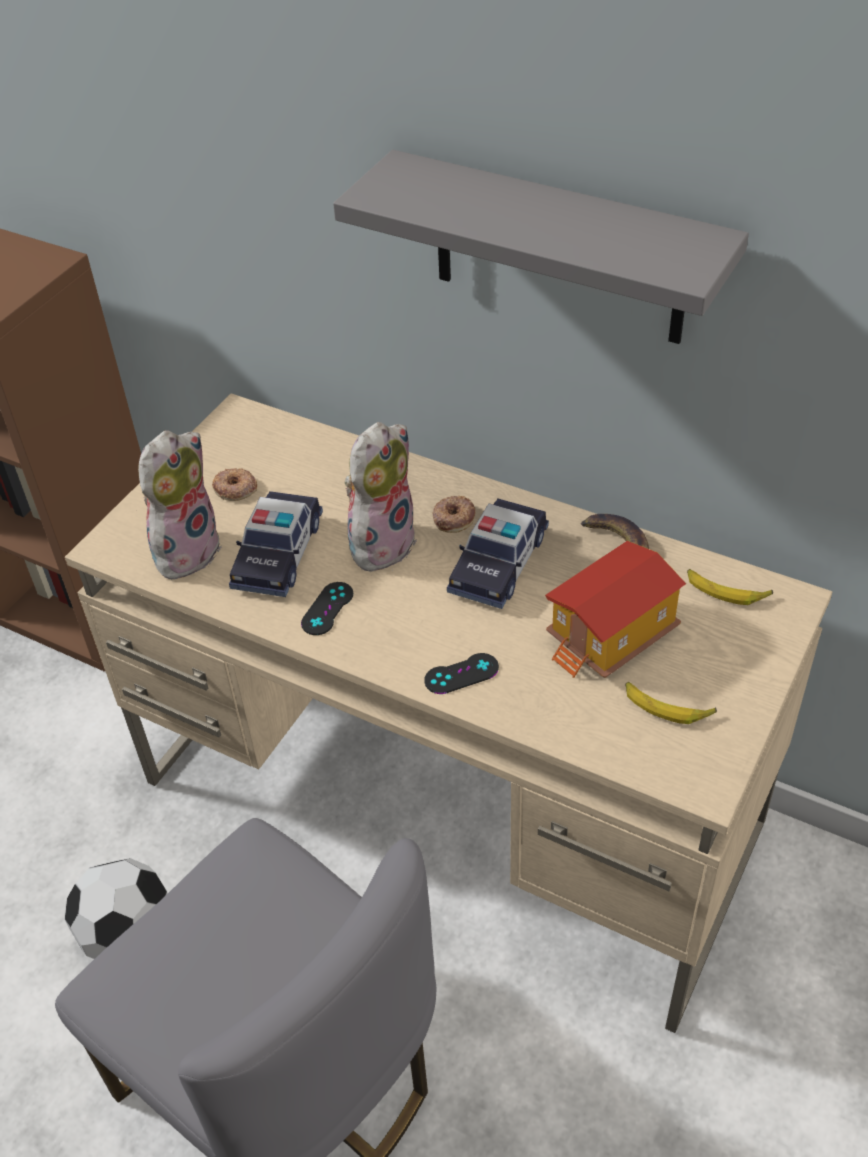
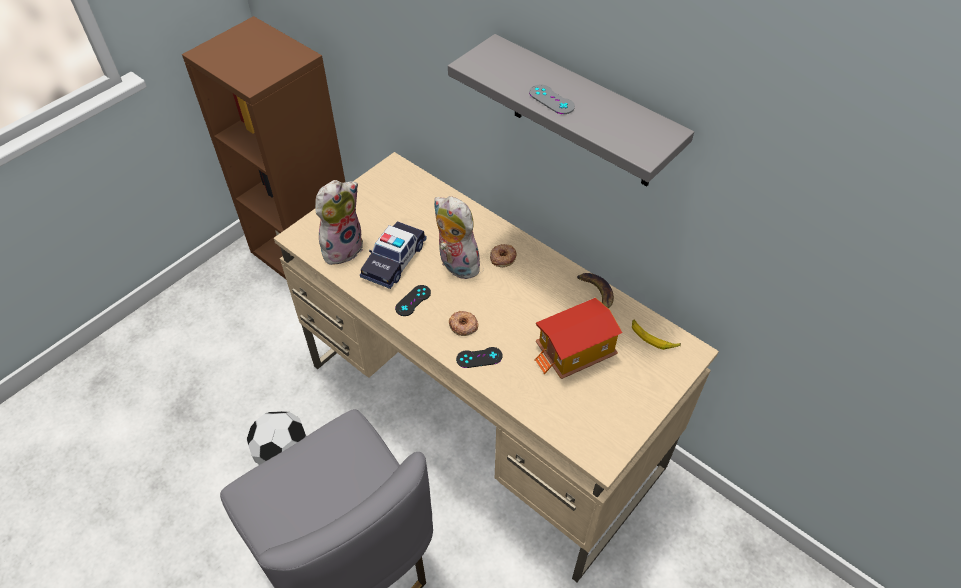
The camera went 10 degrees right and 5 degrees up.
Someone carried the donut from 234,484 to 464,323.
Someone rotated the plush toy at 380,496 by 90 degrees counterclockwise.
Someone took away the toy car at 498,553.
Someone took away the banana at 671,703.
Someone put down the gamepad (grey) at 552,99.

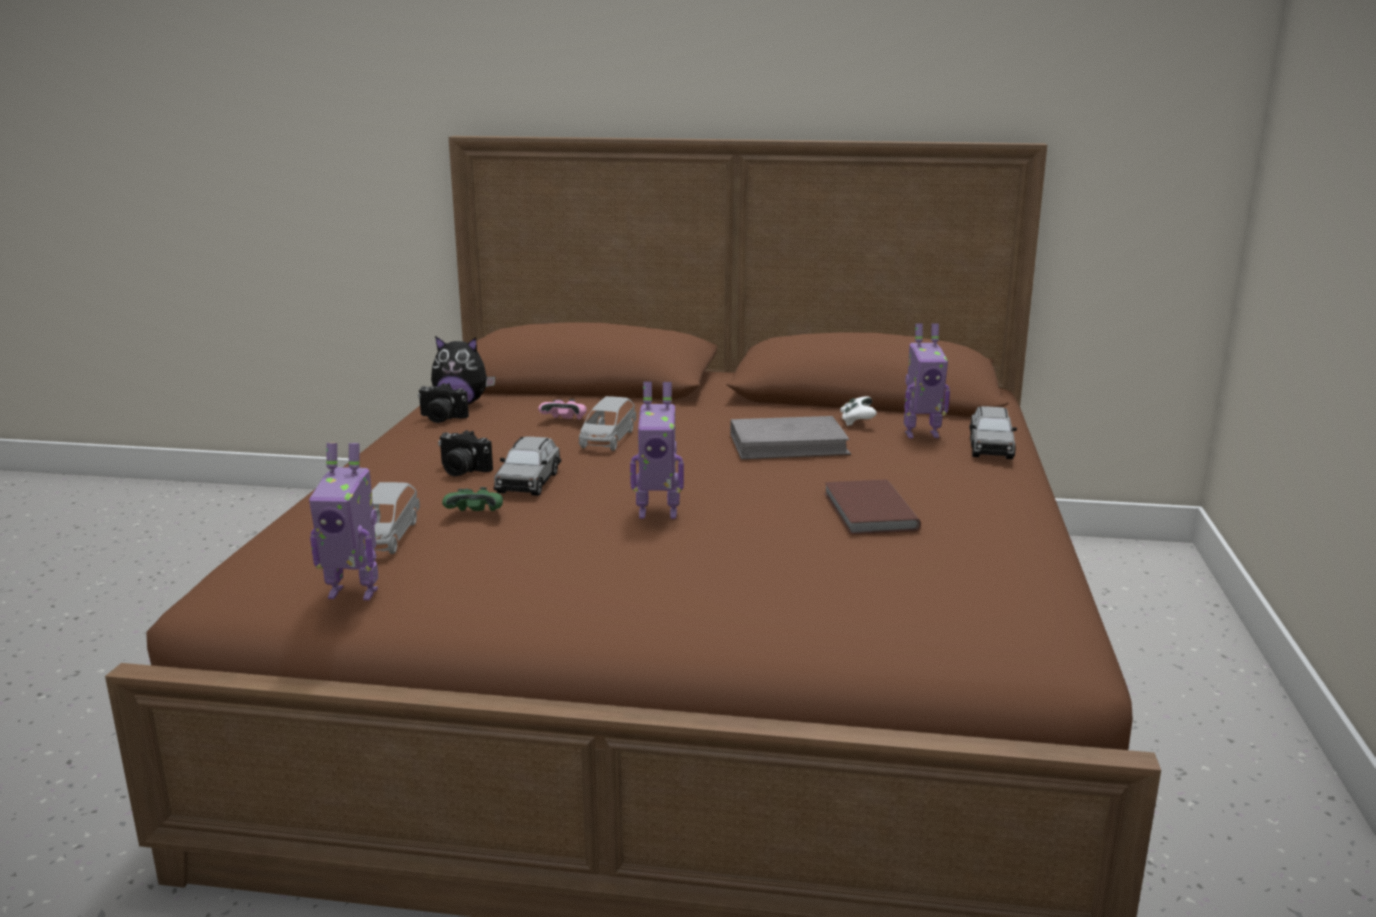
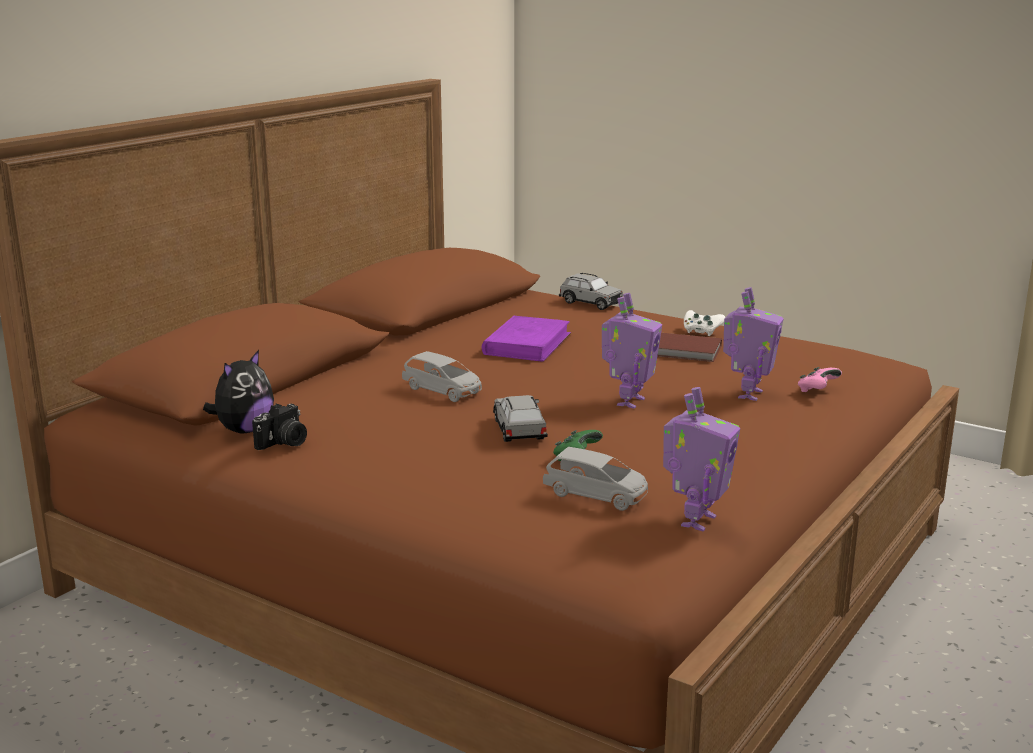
The camera went 65 degrees left and 0 degrees up.
Someone took away the still camera at 465,453.
Someone rotated the toy car (grey) at 527,466 by 135 degrees counterclockwise.
Someone carried the gamepad (pink) from 562,409 to 820,380.
Someone repainted the book (grey) at 790,437, which became the book (purple) at 526,339.
Someone carried the gamepad (whitish) from 858,411 to 704,323.
Someone carried the robot figure from 927,380 to 753,344.

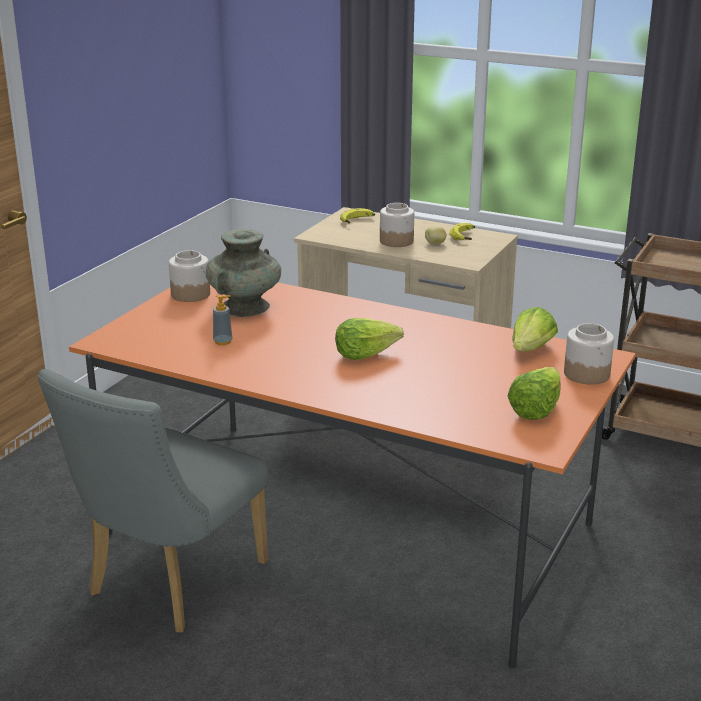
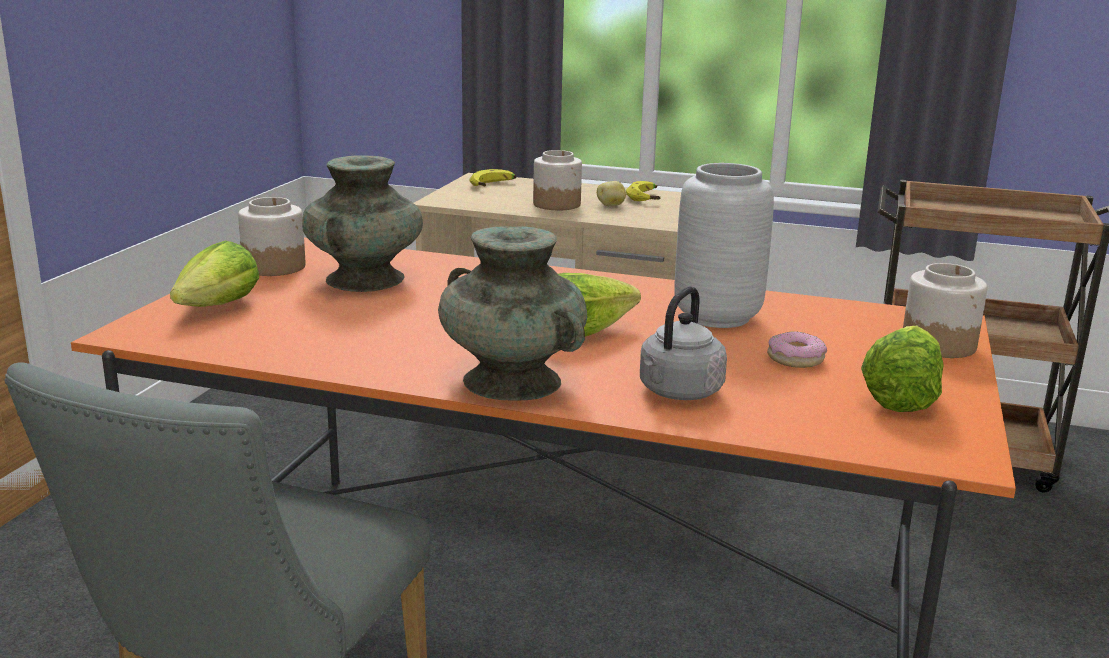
The camera went 10 degrees left and 5 degrees down.
Someone took away the soap bottle at 222,320.
Someone carried the lettuce head from 535,329 to 214,274.
Someone put down the decorative vase (turquoise) at 512,313.
Someone put down the tea kettle (grey) at 683,343.
Someone put down the decorative vase (grey) at 724,245.
Someone put down the donut at 797,349.

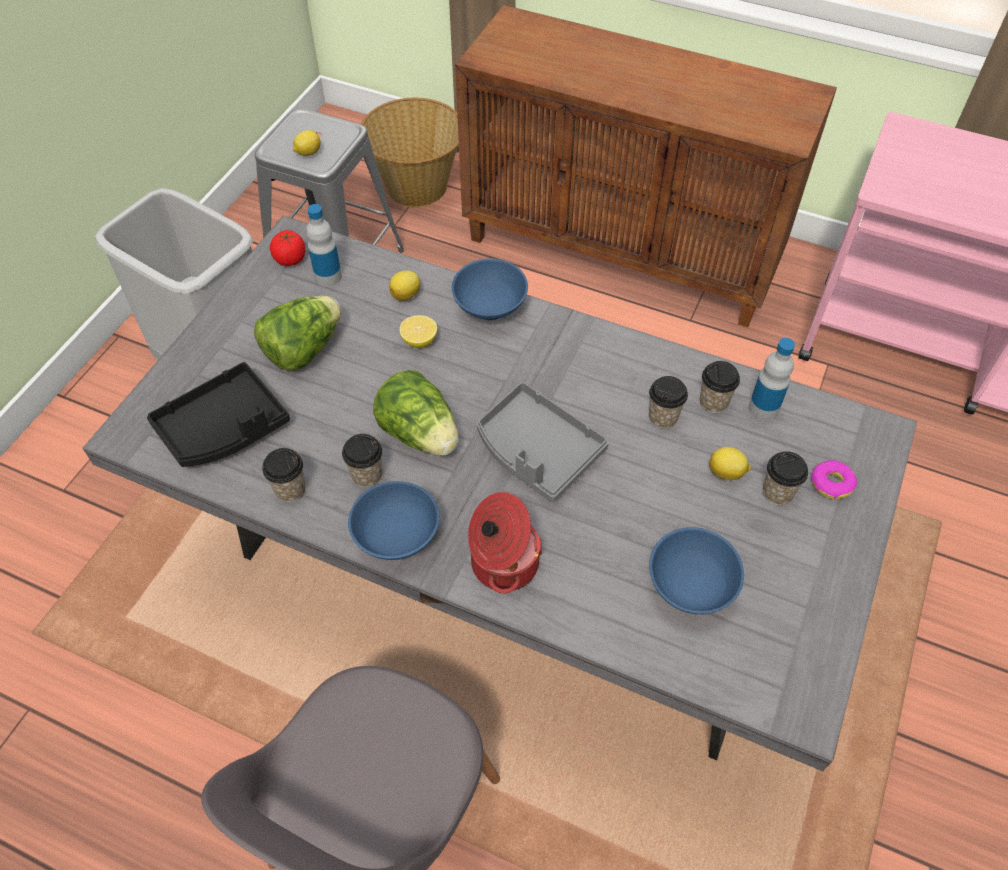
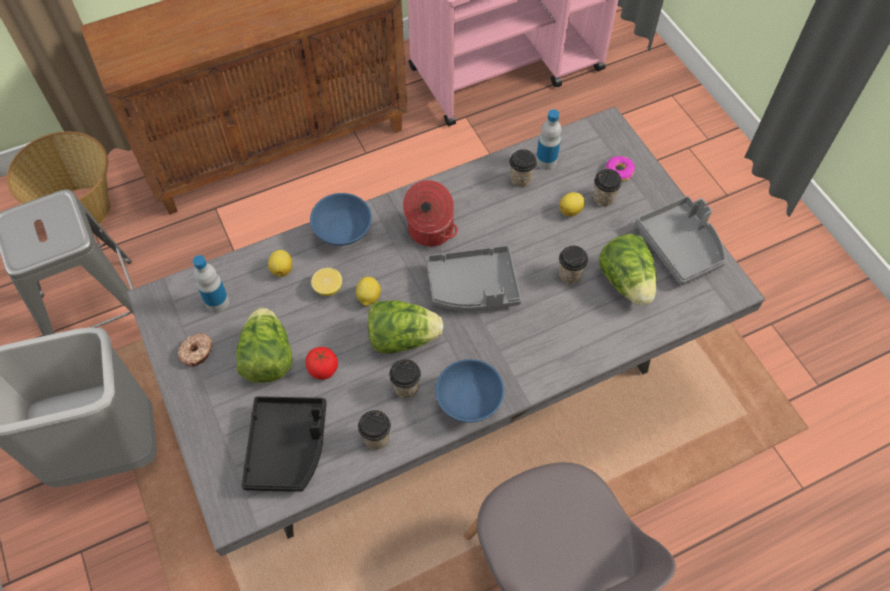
The camera went 50 degrees left and 5 degrees up.
Someone carried the whole tomato from 287,248 to 322,363.
Someone carried the whole lemon from 307,143 to 368,292.
Someone carried the stockpot from 505,543 to 430,213.
Someone carried the drinking cup from 668,402 to 573,265.
Someone swapped the deep dish (bluish) at 696,570 for the lettuce head at 628,270.
Someone put down the donut at 195,350.
Someone put down the carrying tray (grey) at 680,240.

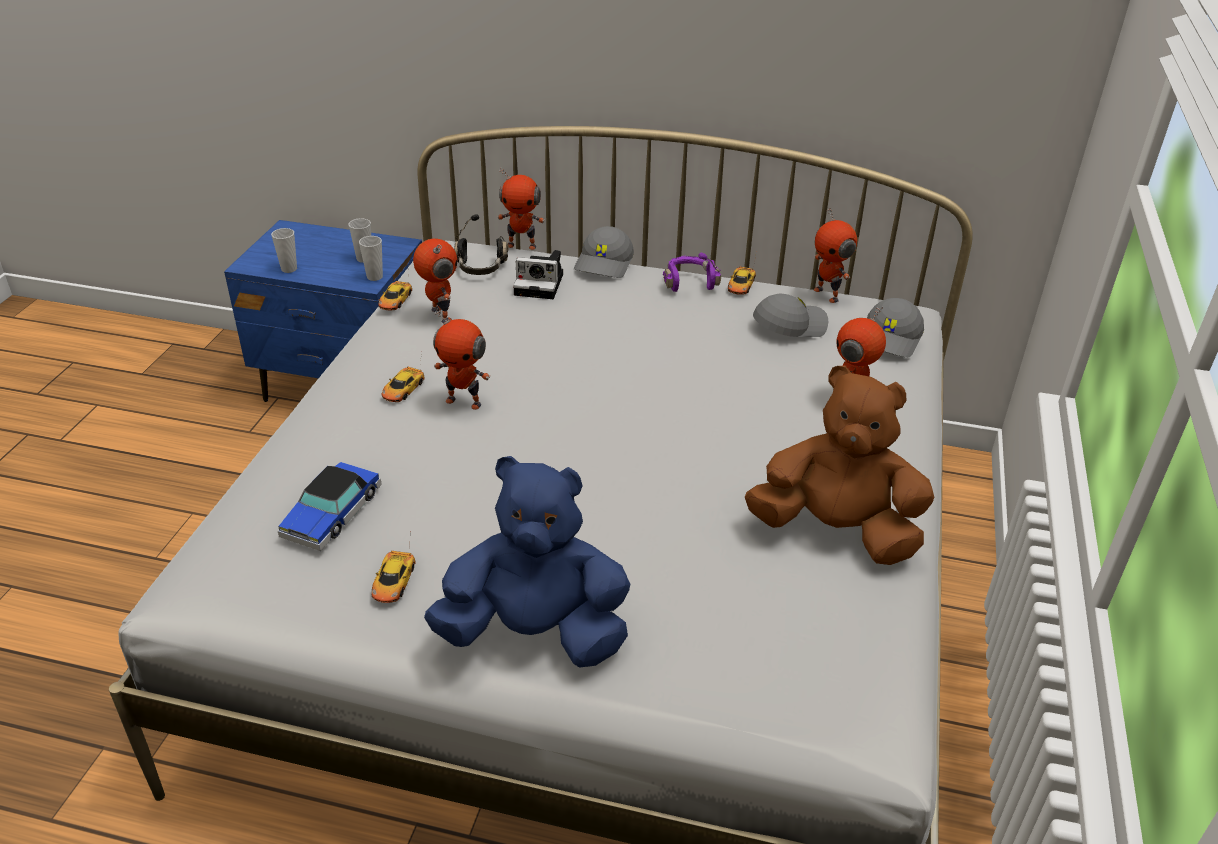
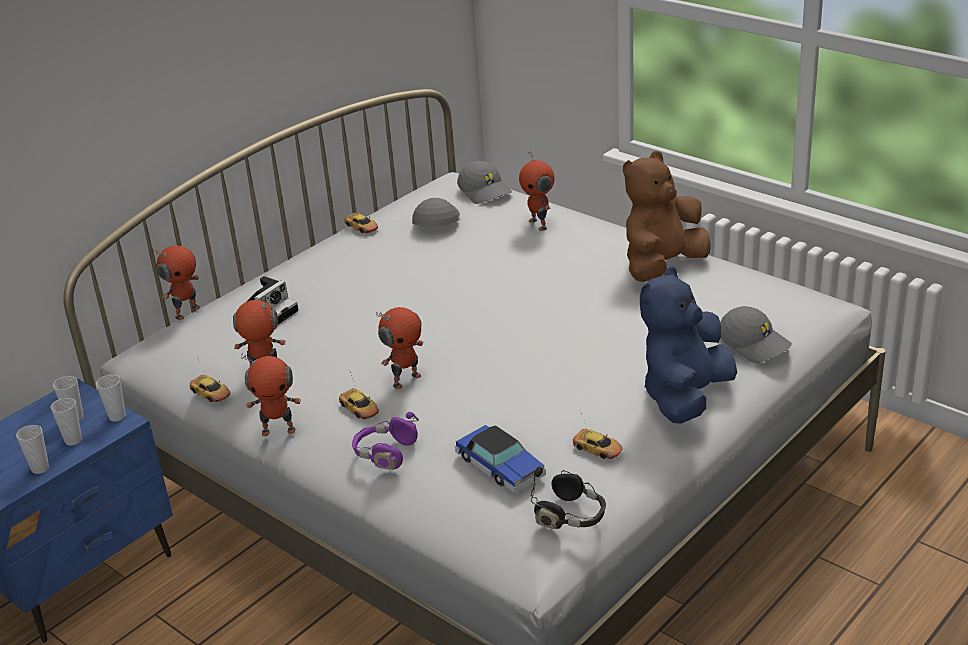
The camera went 60 degrees left and 5 degrees down.
Someone carried the pair of headphones (black-coloured) from 481,244 to 568,498.
Someone carried the baseball cap (grey) from 604,252 to 756,334.
Someone carried the pair of headphones (purple) from 692,272 to 385,441.
Someone carried the robot figure from 835,255 to 271,394.
Someone put down the drinking cup at 66,421.

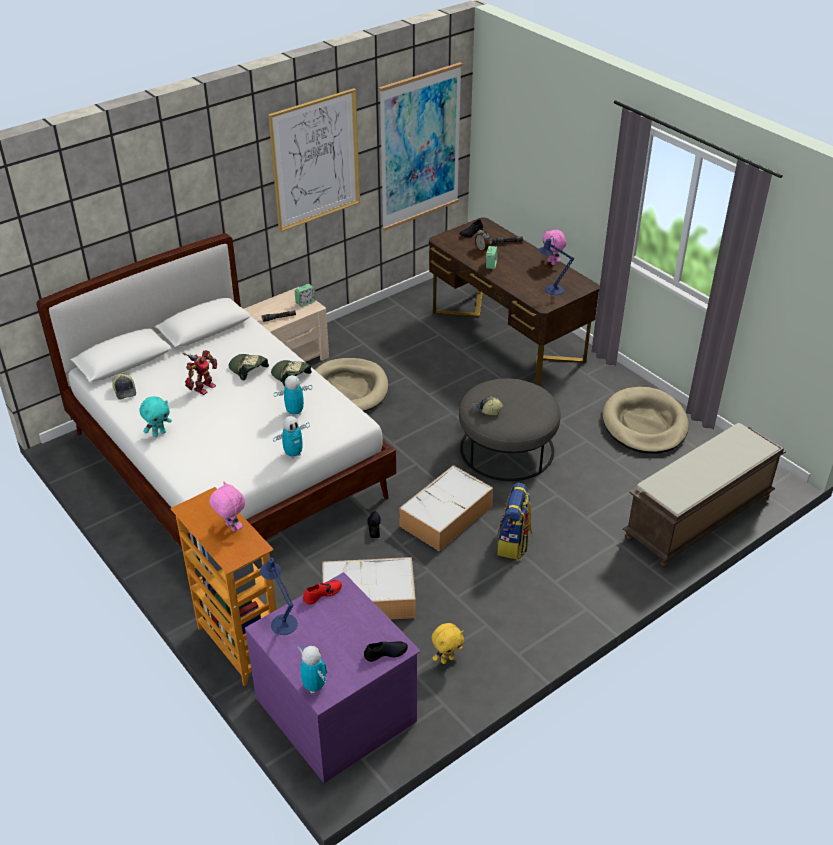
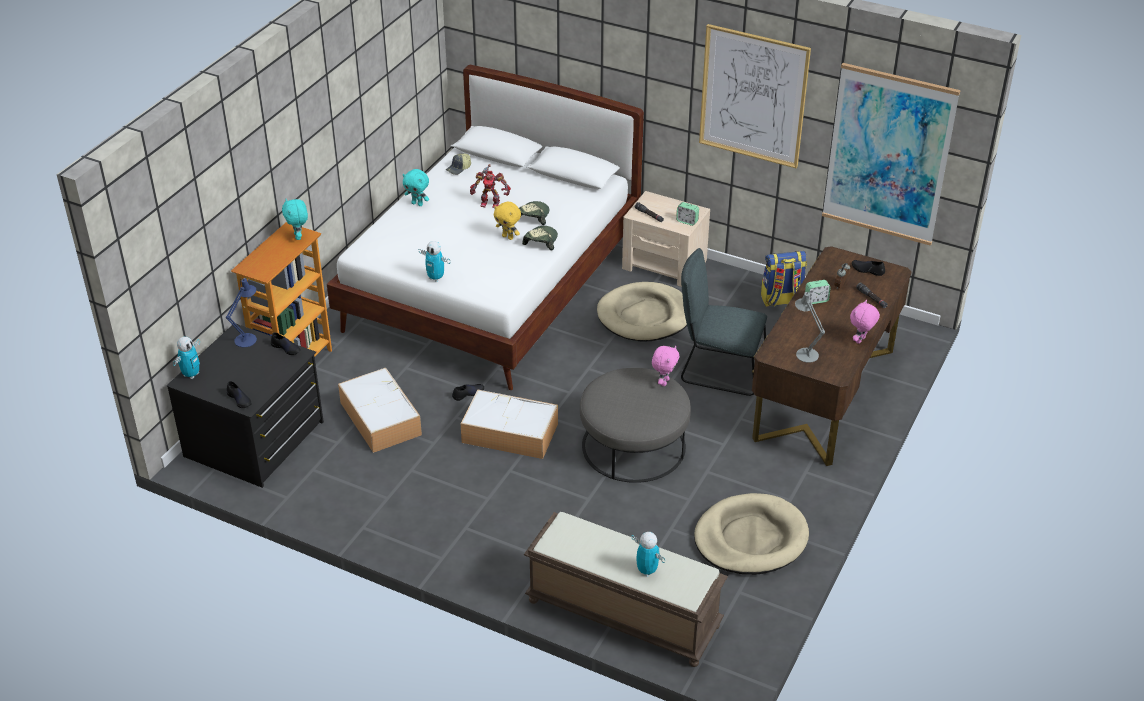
The camera went 65 degrees right and 0 degrees up.
Someone carried the plush toy (pink) from 227,506 to 665,366.
Someone repainted the chest of drawers (purple) at 333,677, which became the chest of drawers (black-coloured) at 245,406.
Someone carried the robot figure from 293,395 to 648,554.
Someone repainted the item of footwear (reddish) at 322,592, which became the item of footwear (black-coloured) at 286,343.
Someone carried the plush toy (yellow) from 448,643 to 507,221.
Someone took away the baseball cap at 487,405.
Someone carried the rucksack from 514,521 to 784,279.
Someone repainted the table lamp (bluish) at 556,265, which became the table lamp (grey) at 810,327.
Someone put down the plush toy (turquoise) at 295,219.
Someone put down the upright chair (grey) at 724,322.

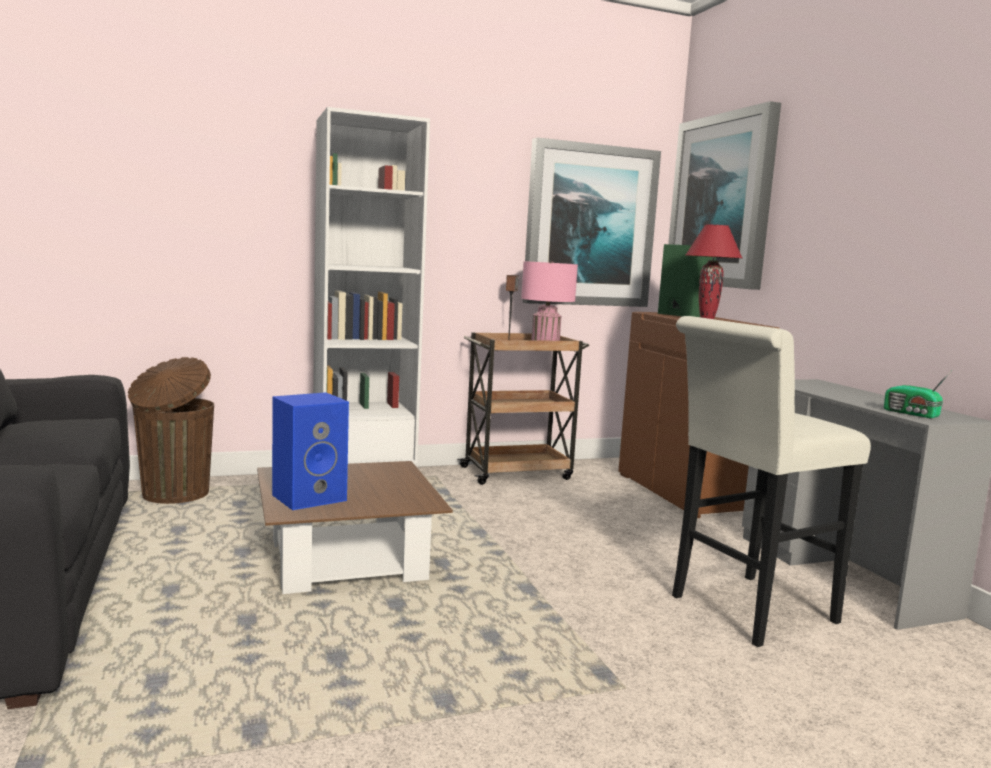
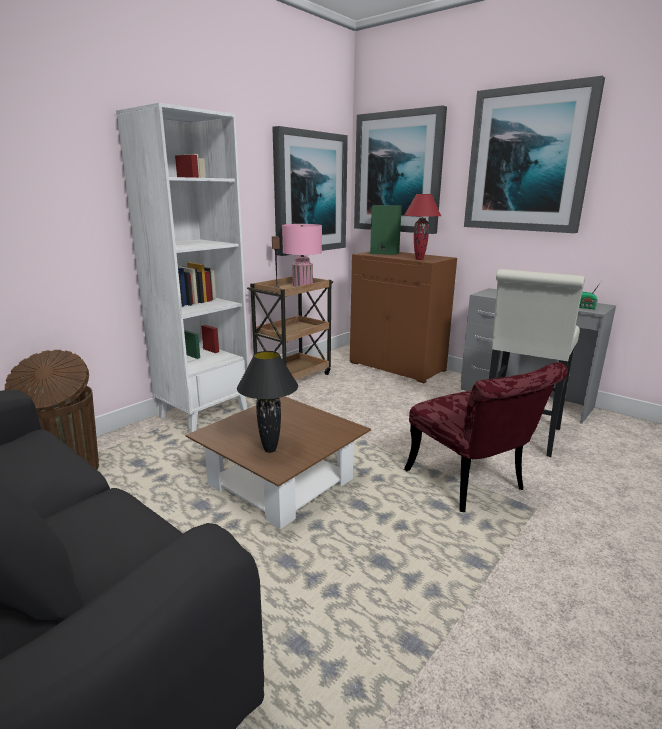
The camera went 30 degrees left and 10 degrees up.
Someone swapped the audio speaker (bluish) at 310,451 for the table lamp (black-coloured) at 267,402.
Someone put down the upright chair (reddish) at 486,437.
Someone put up the wall art at 534,154.

